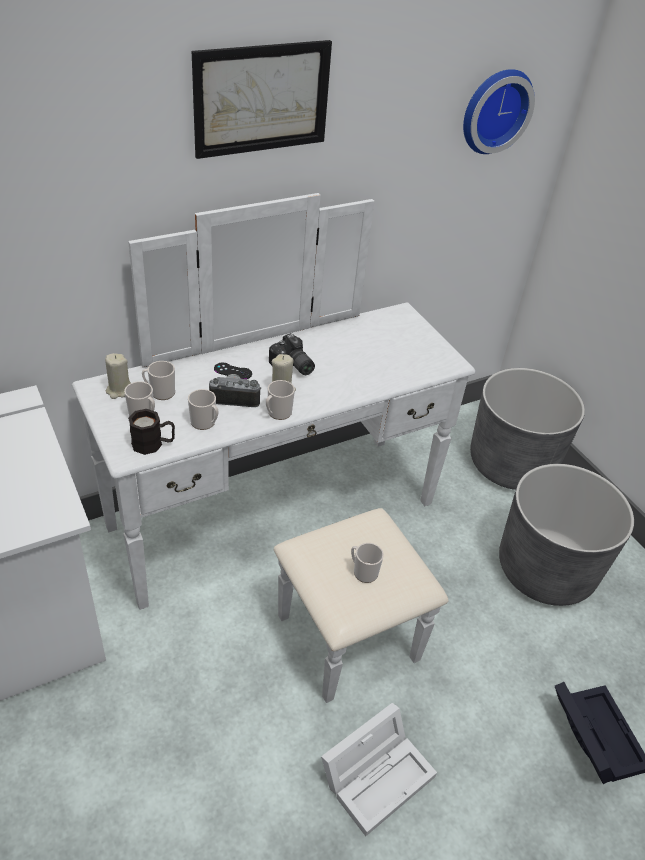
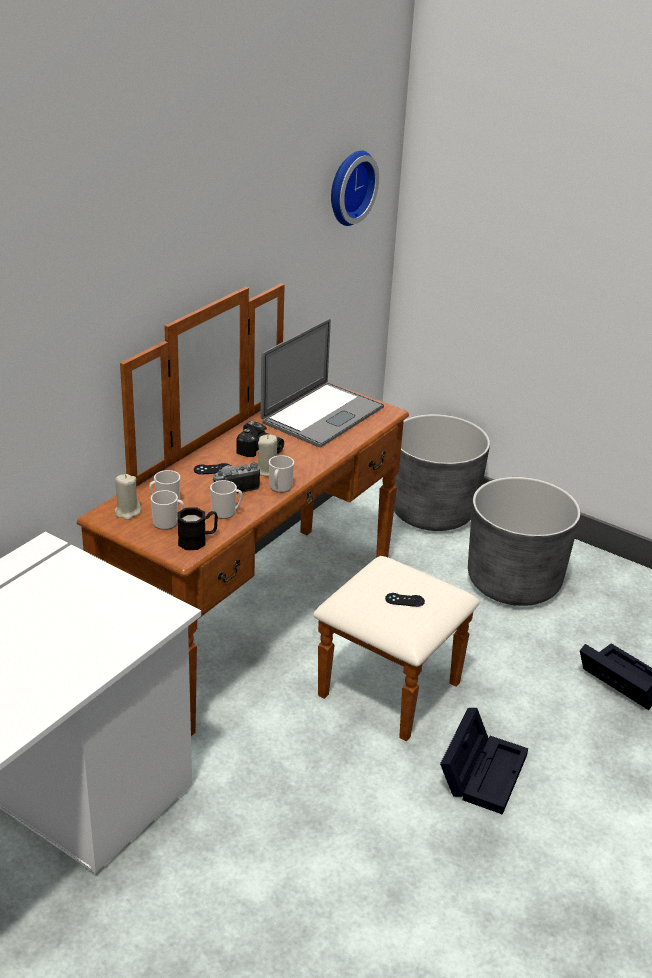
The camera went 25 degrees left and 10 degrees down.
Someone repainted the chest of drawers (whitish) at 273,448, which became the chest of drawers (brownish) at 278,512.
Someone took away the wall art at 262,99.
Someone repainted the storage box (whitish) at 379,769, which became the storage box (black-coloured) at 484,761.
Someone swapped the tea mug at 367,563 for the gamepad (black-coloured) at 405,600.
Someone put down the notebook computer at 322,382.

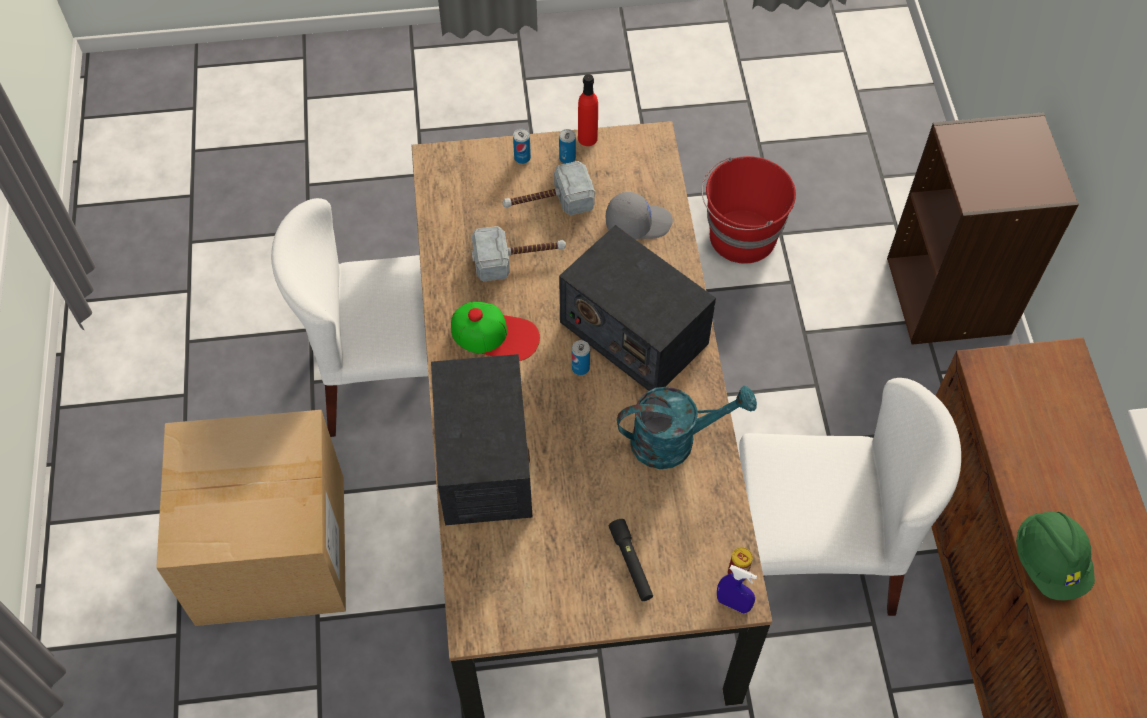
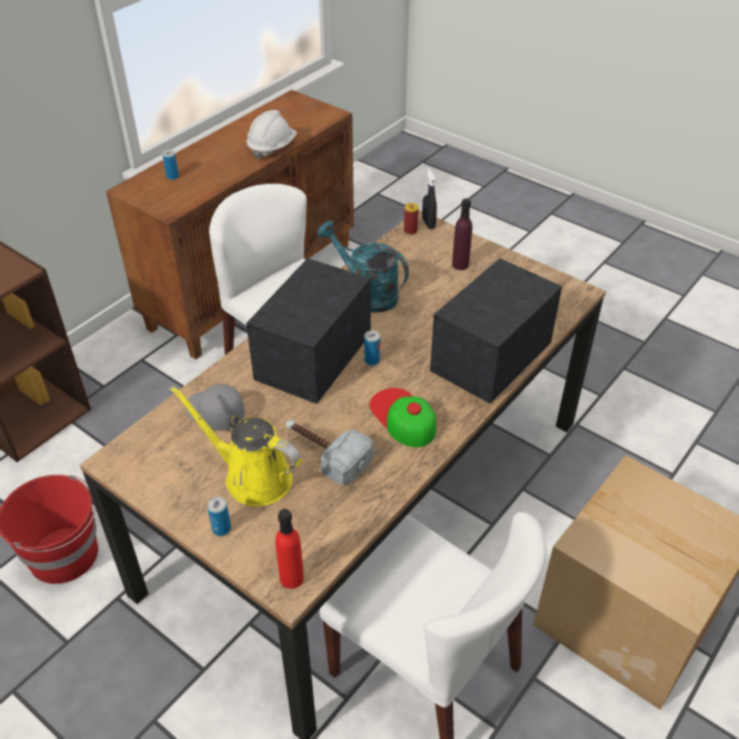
The camera went 135 degrees left and 15 degrees down.
Someone swapped the hammer at 548,188 for the sprinkling can (yellow) at 236,446.
Someone carried the sealed can from 567,146 to 170,165.
Someone rotated the radio at 637,308 by 150 degrees counterclockwise.
Someone carried the beverage bottle (reddish) from 588,110 to 289,549.
Someone swapped the flashlight (black-coloured) at 631,560 for the beverage bottle (purple) at 462,234.
Someone repainted the spray bottle (bluish) at 737,589, which became the spray bottle (black-coloured) at 429,198.
Someone repainted the safety helmet (green-coloured) at 1055,556, which became the safety helmet (whitish) at 272,135.

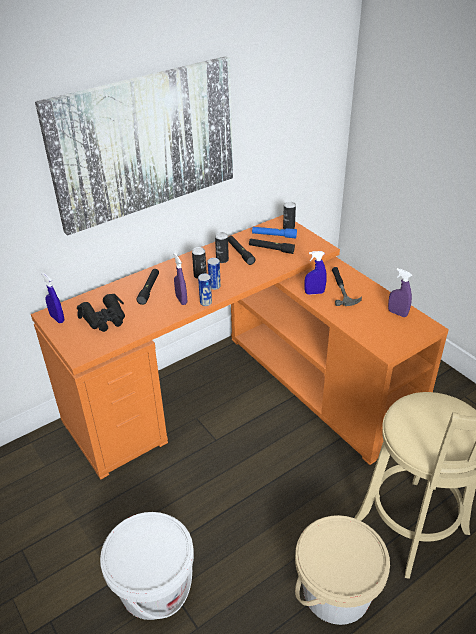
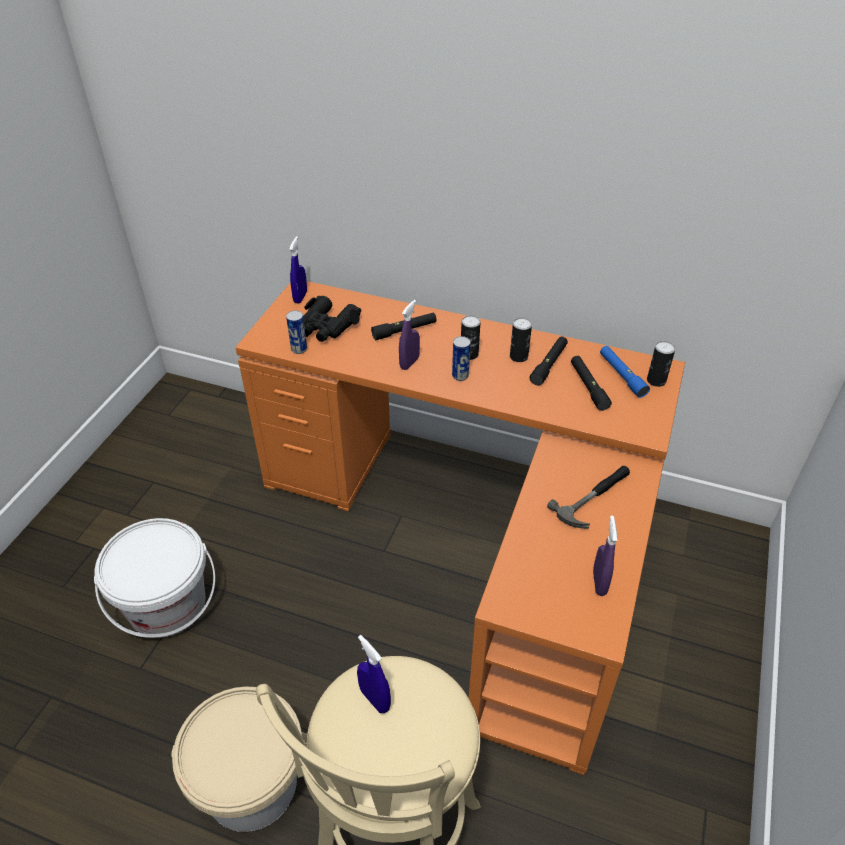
The camera went 55 degrees right and 5 degrees up.
Someone took away the wall art at 134,146.
Someone carried the sealed can from 205,290 to 296,332.
Someone carried the spray bottle (bluish) from 316,273 to 374,674.

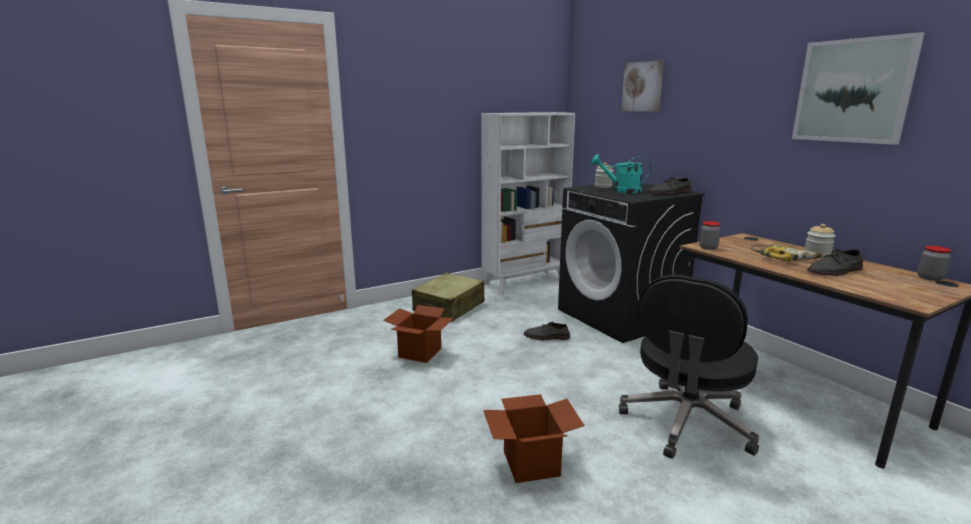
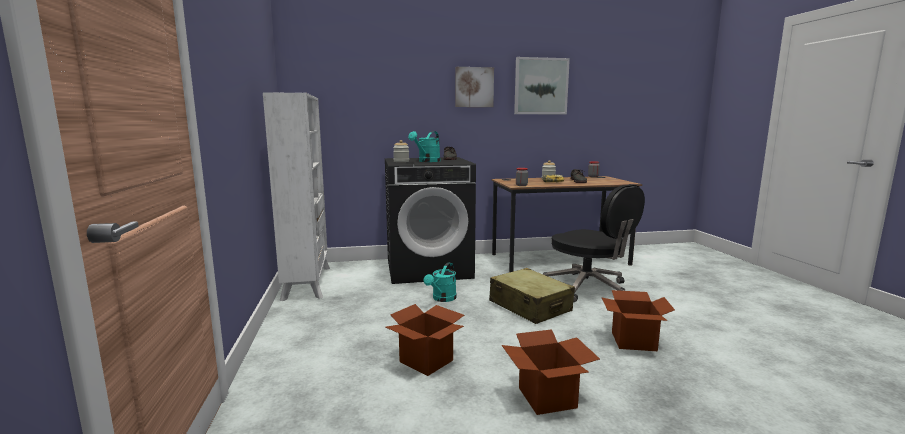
The camera went 70 degrees left and 5 degrees down.
Someone carried the piece of luggage (beige) from 448,297 to 532,296.
Someone swapped the item of footwear (grey) at 547,330 for the sprinkling can (turquoise) at 440,282.
Someone carried the wall art from 642,86 to 475,87.
Someone put down the cardboard box at 551,372.

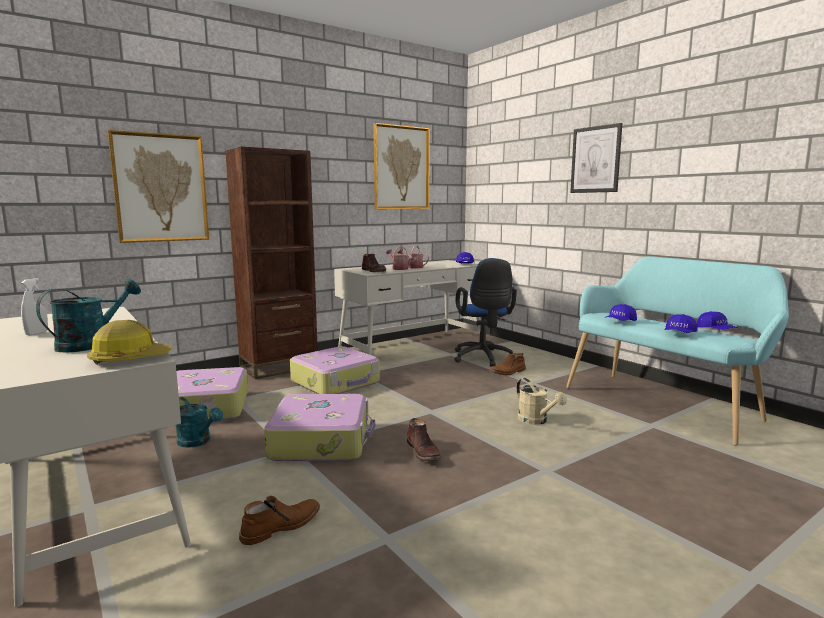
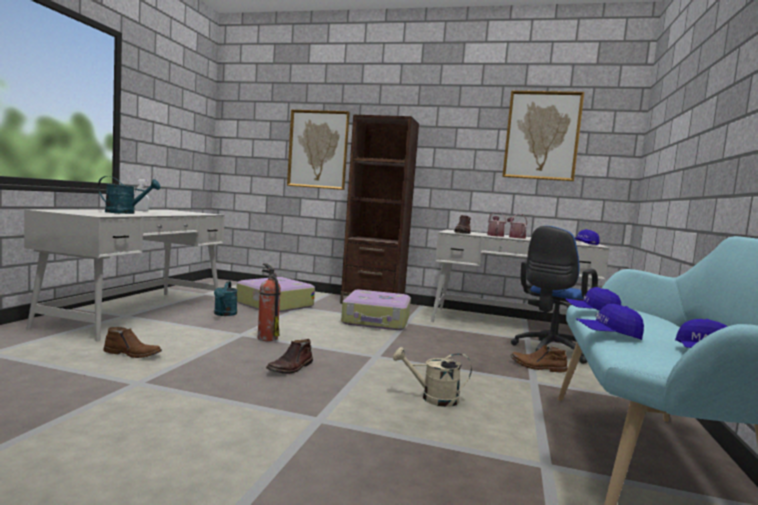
The camera went 50 degrees right and 5 degrees down.
Someone took away the safety helmet at 129,342.
Someone swapped the piece of luggage at 319,427 for the fire extinguisher at 269,302.
Someone rotated the sprinkling can (beige) at 541,401 by 75 degrees clockwise.
Someone took away the wall art at 596,158.

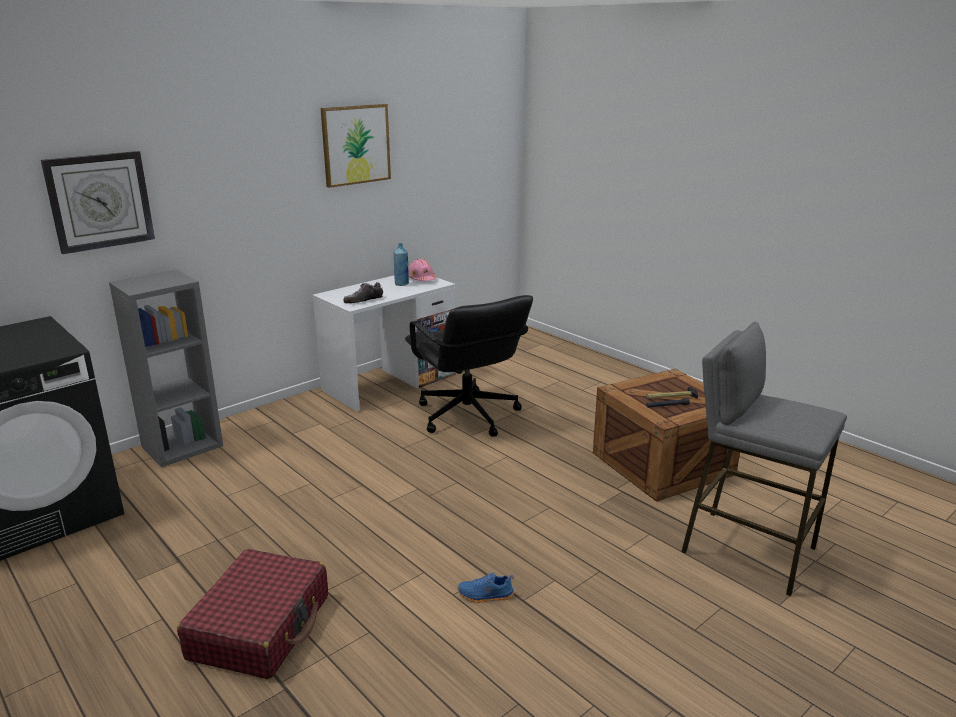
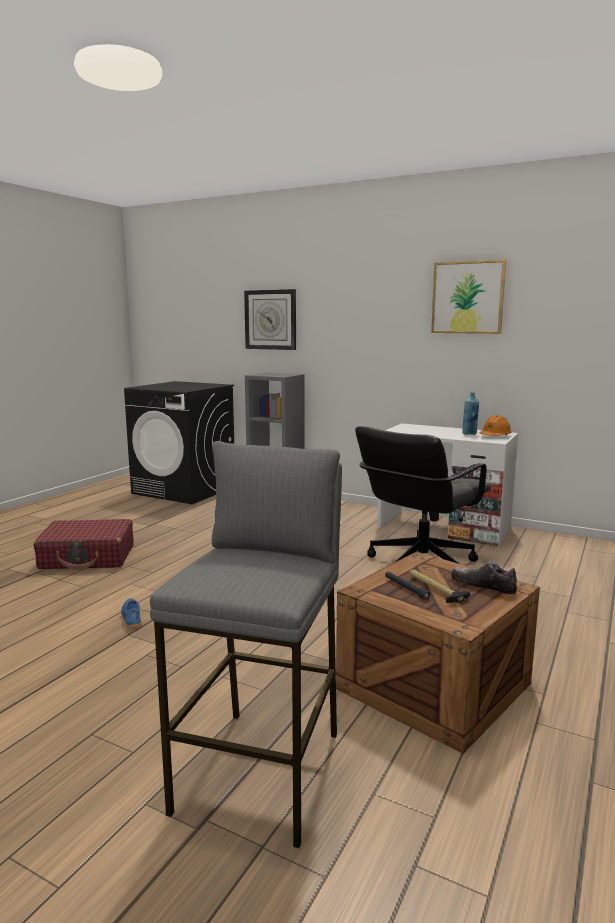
The camera went 70 degrees right and 10 degrees down.
Someone carried the item of footwear from 363,292 to 484,577.
Someone repainted the safety helmet (pink) at 422,270, which became the safety helmet (orange) at 496,425.

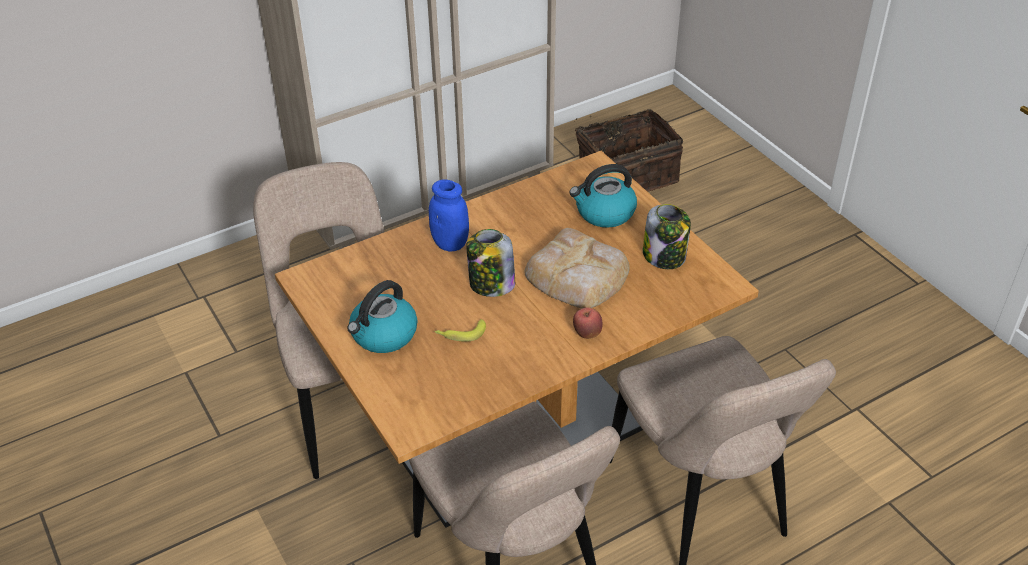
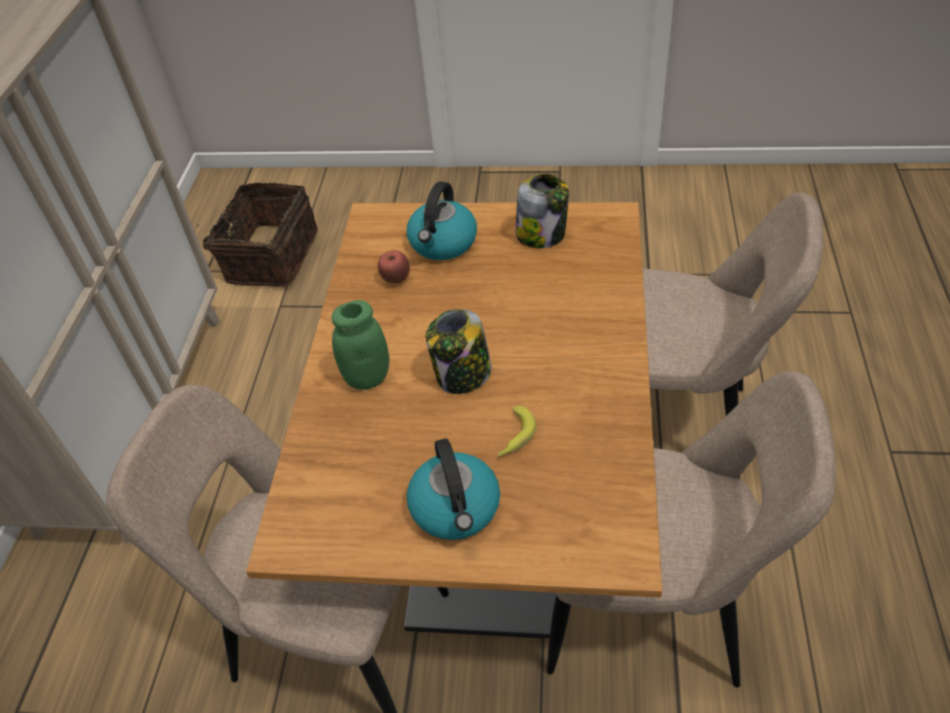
The camera went 50 degrees left and 5 degrees up.
Someone repainted the storage jar (bluish) at 449,215, which became the storage jar (green-coloured) at 360,345.
Someone took away the bakery bread at 577,268.
Someone carried the apple from 588,323 to 394,267.

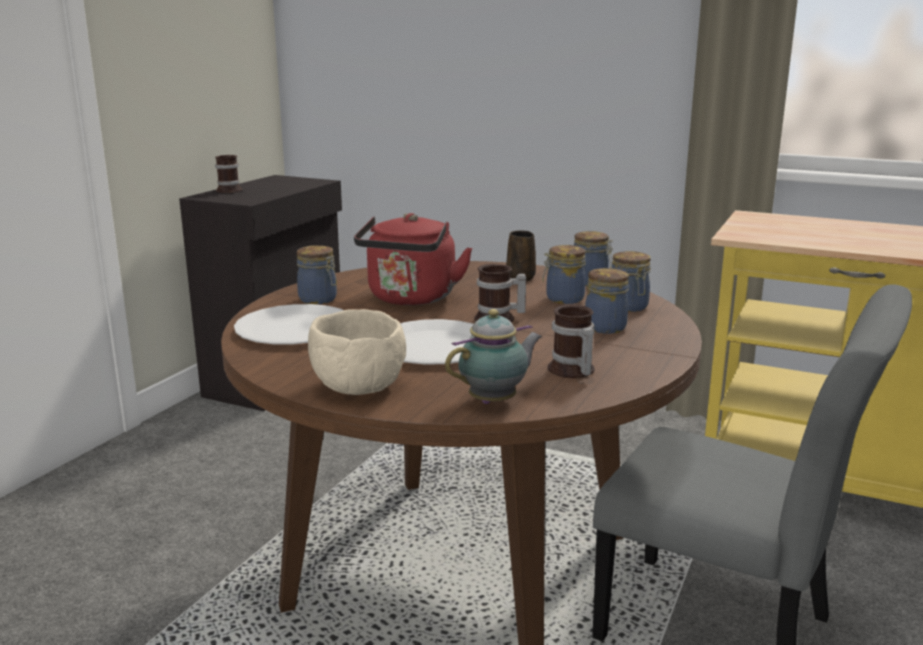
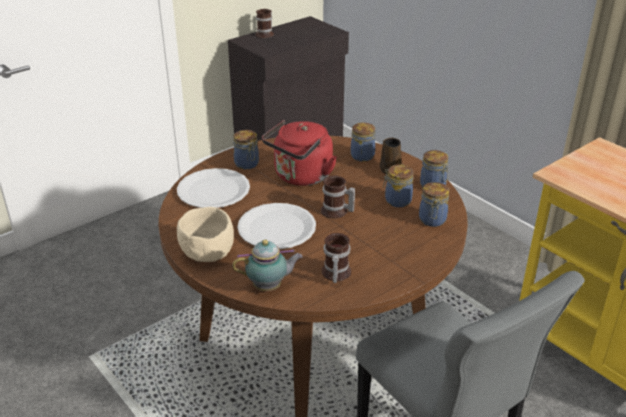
The camera went 25 degrees right and 15 degrees up.
Someone carried the storage jar from 607,301 to 363,142.

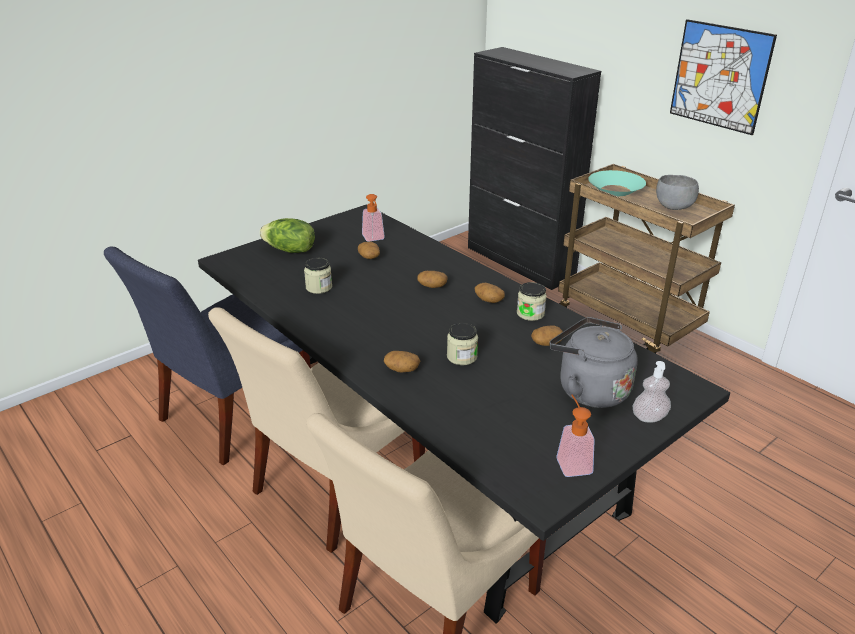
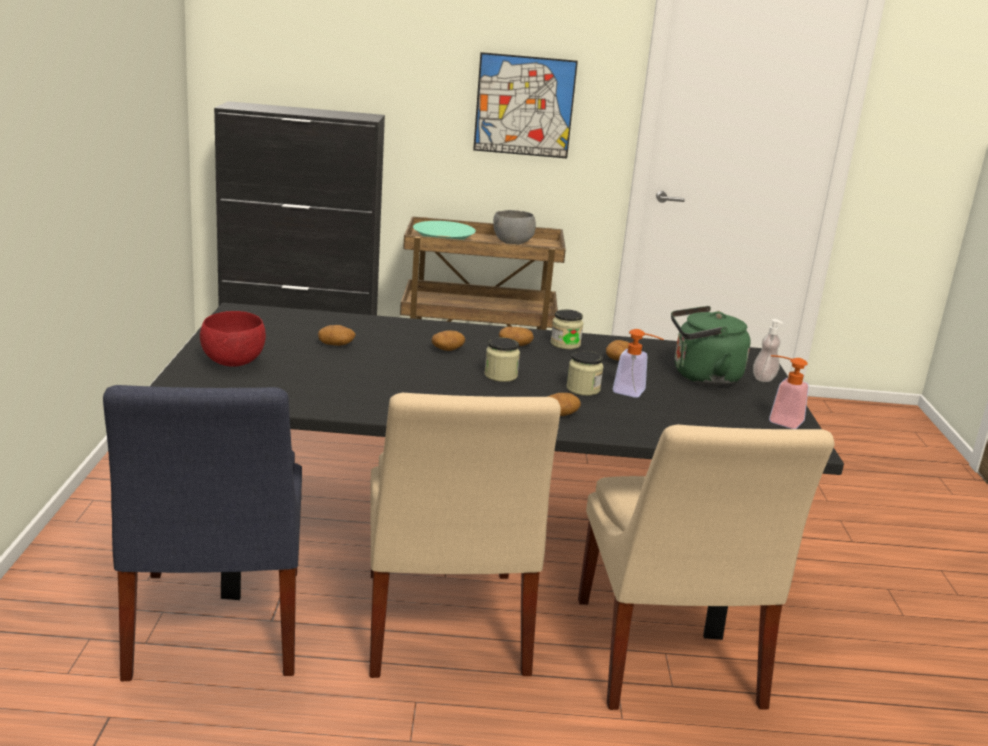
The camera went 50 degrees left and 10 degrees down.
Someone swapped the lettuce head at 287,235 for the deep dish (reddish) at 233,339.
Someone carried the storage jar from 318,275 to 502,360.
Someone carried the soap bottle from 373,217 to 638,363.
Someone repainted the tea kettle (grey) at 593,362, which became the tea kettle (green-coloured) at 711,346.

